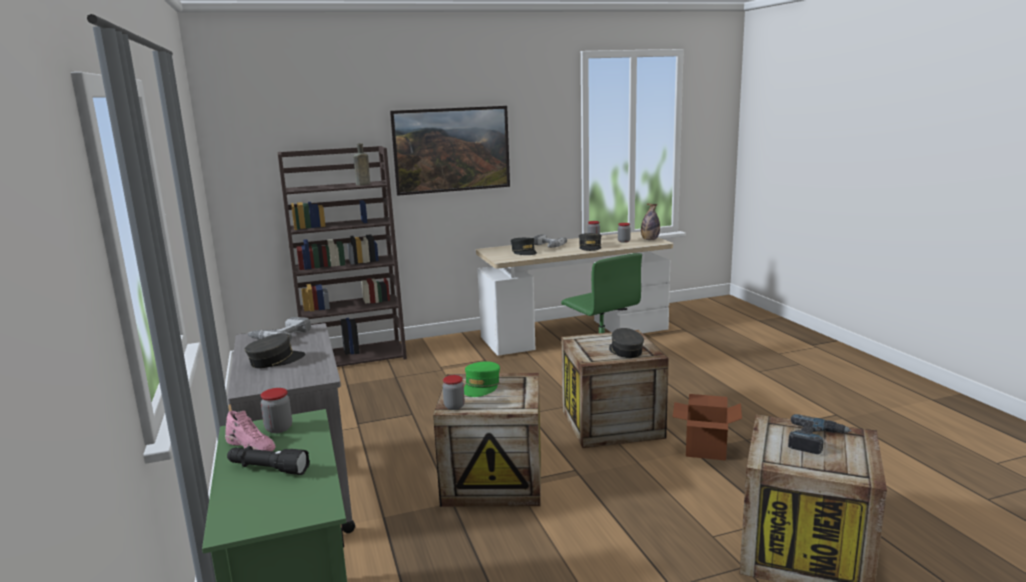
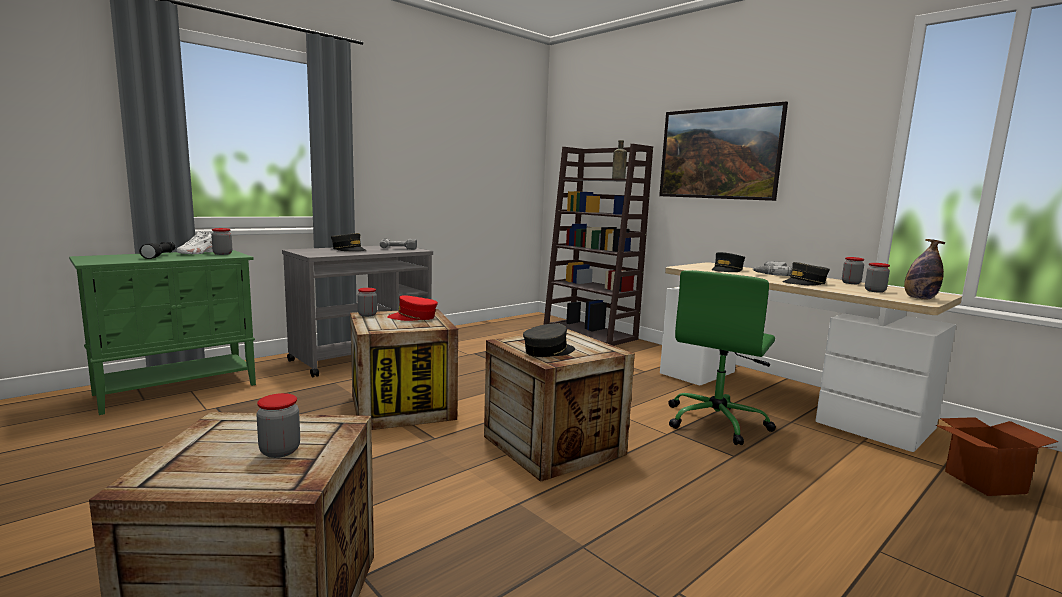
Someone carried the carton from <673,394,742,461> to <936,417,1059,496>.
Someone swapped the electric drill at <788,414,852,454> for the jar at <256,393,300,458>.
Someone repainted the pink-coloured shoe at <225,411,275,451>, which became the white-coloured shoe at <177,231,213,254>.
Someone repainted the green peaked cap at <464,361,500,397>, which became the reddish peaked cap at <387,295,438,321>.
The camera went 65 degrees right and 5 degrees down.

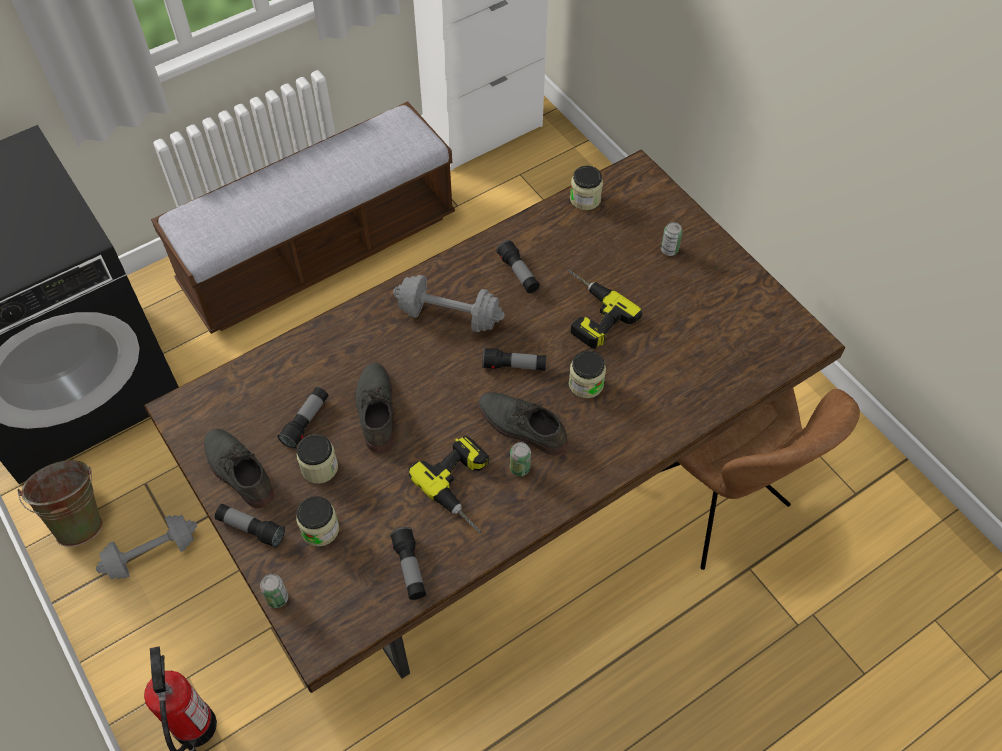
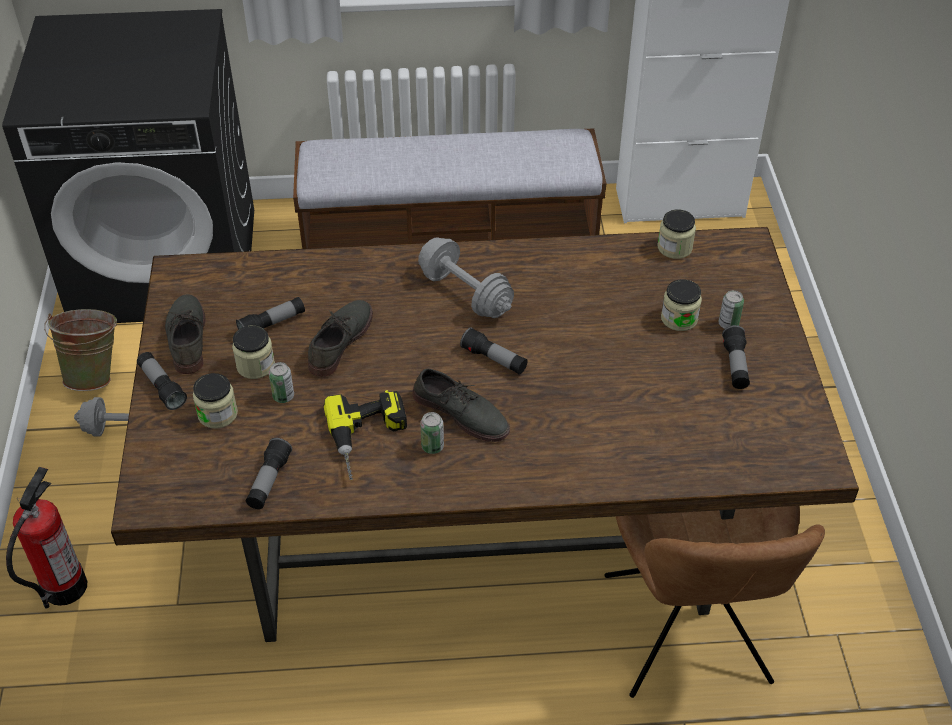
Someone took away the electric drill at <568,270,642,349>.
Someone carried the metal can from <260,574,288,608> to <269,362,294,403>.
Someone carried the hand torch from <496,240,540,293> to <722,325,750,389>.
Someone carried the jar from <569,350,606,398> to <661,279,702,331>.
Someone rotated the greyish shoe at <479,392,568,455> by 150 degrees clockwise.
The camera went 30 degrees right and 10 degrees down.

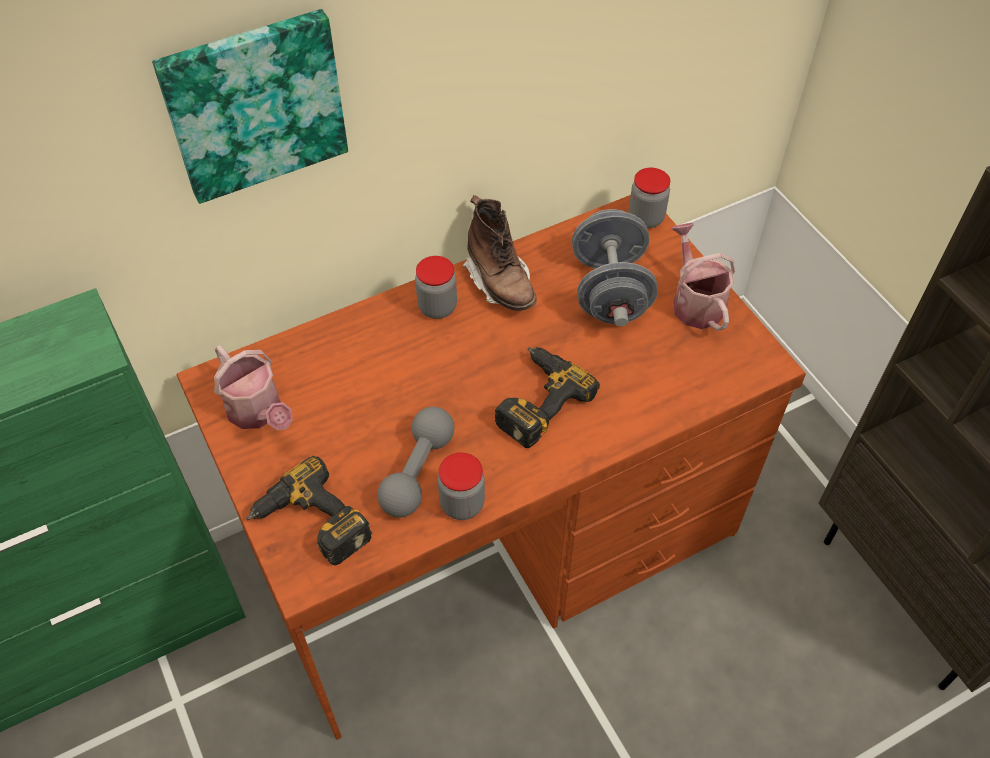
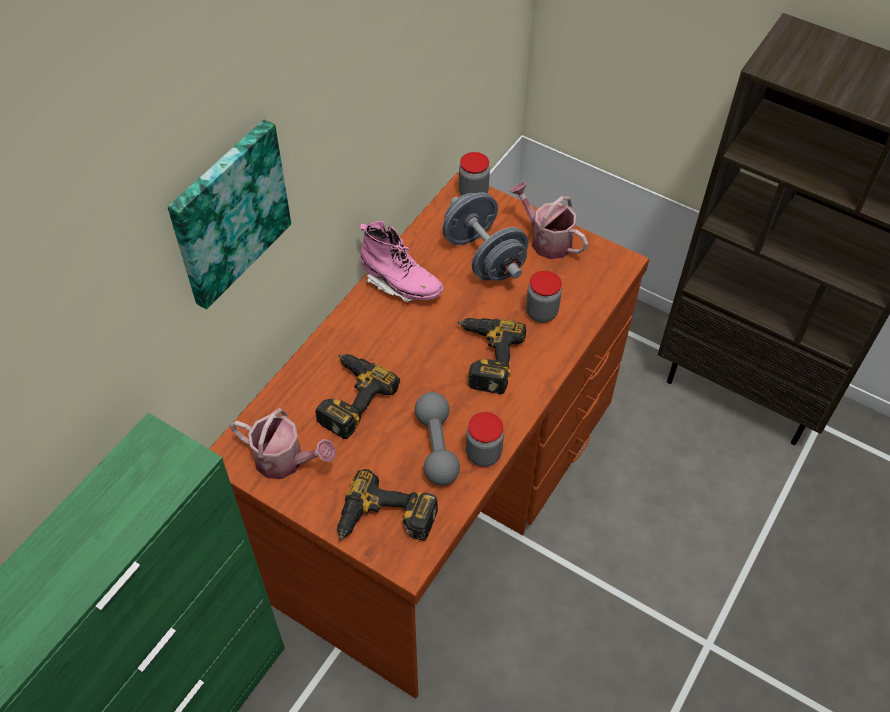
Someone put down the electric drill at <315,354,400,439>.
Someone carried the jar from <415,256,457,319> to <526,271,562,323>.
Someone repainted the brown boot at <463,195,537,311>, which became the pink-coloured boot at <360,221,444,302>.
The camera went 30 degrees left and 0 degrees up.

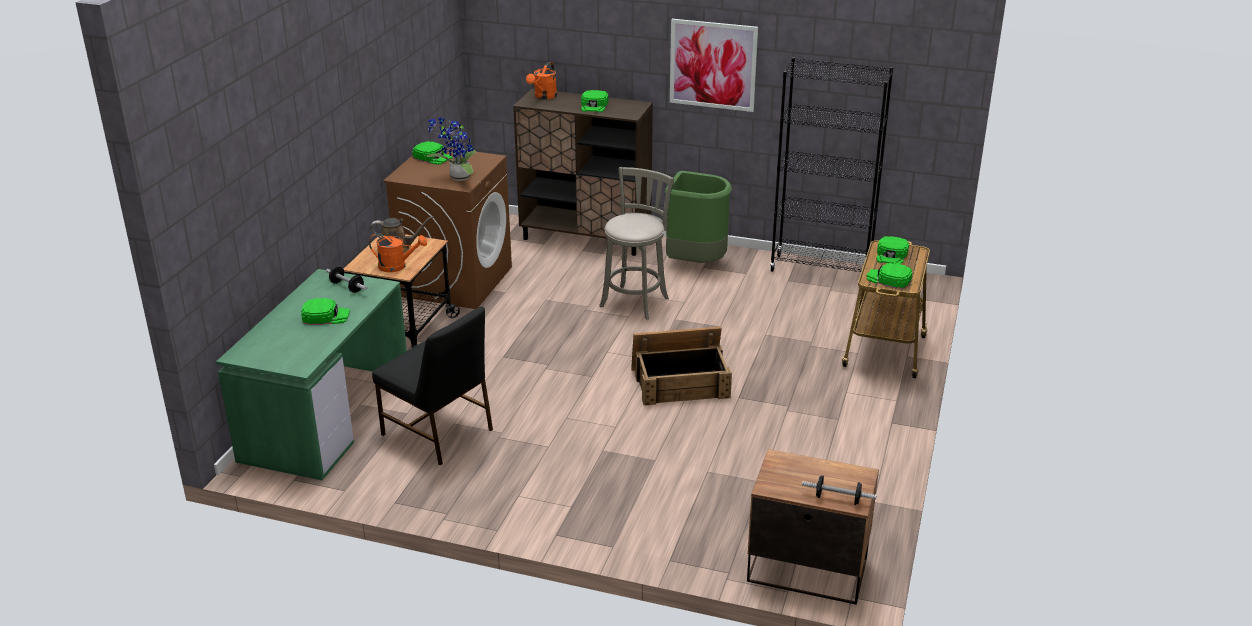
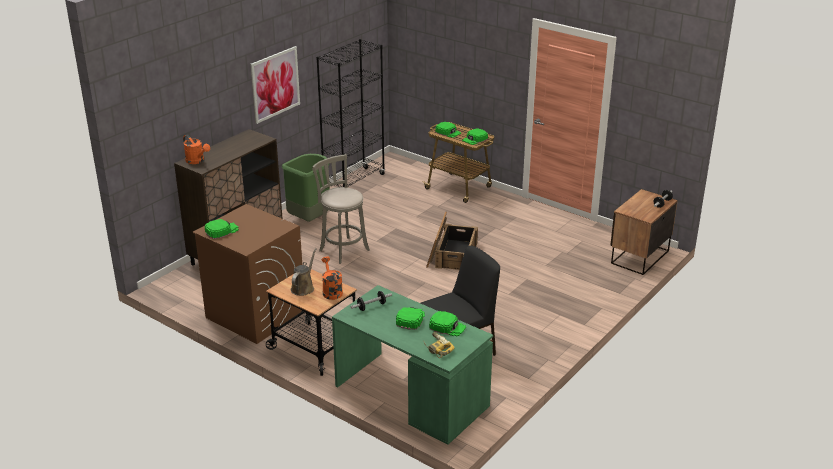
Someone took away the potted plant at <427,117,476,181>.
Someone put down the electric drill at <424,332,455,358>.
Someone carried the green peaked cap from <581,90,608,112> to <429,311,466,336>.
Someone rotated the orange-coloured watering pot at <369,233,427,272> by 45 degrees counterclockwise.
The camera went 70 degrees left and 0 degrees up.

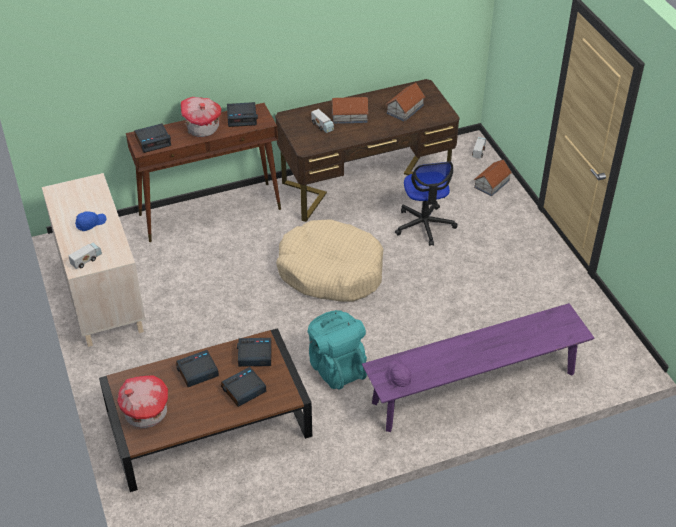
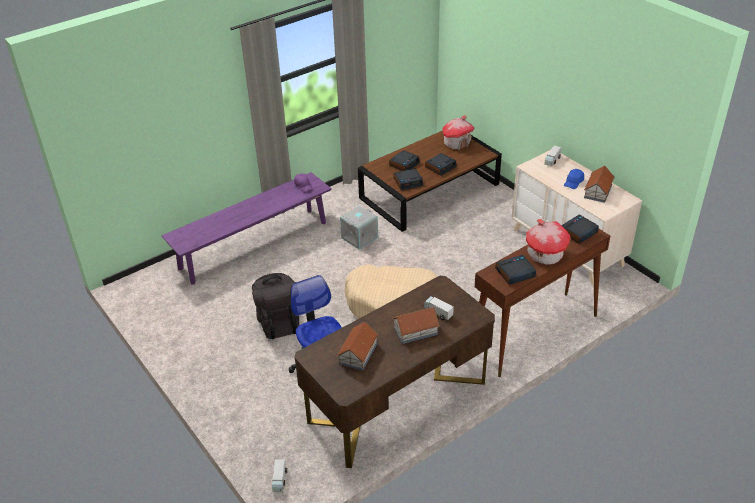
Someone put down the blackish rucksack at <252,273,299,339>.
Someone carried the miniature house from <474,159,512,196> to <584,166,614,203>.
Someone swapped the turquoise-coloured rucksack at <307,310,367,390> for the greyish storage bin at <340,206,378,250>.
The camera went 165 degrees right and 5 degrees down.

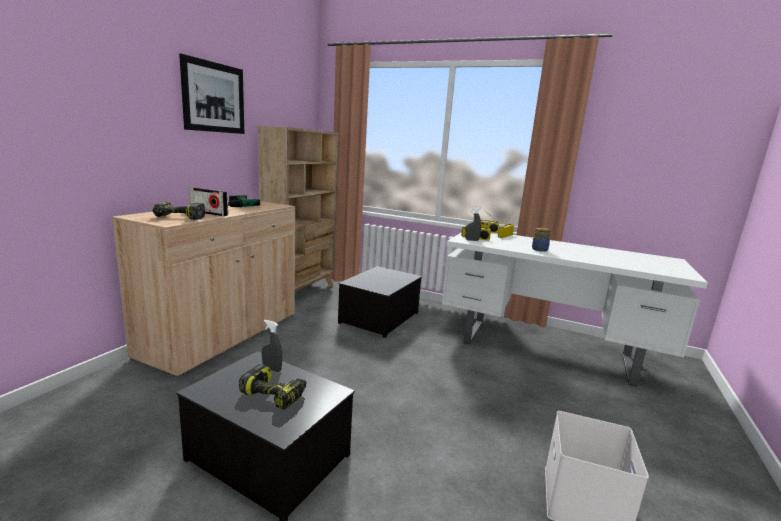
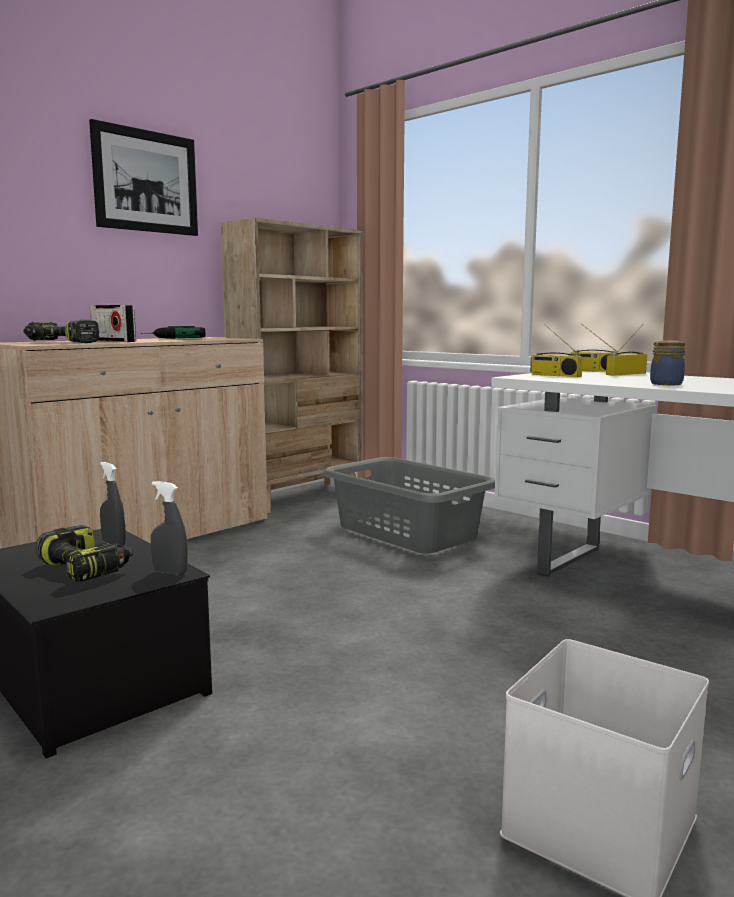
Someone carried the greyish sprayer from <465,206,481,241> to <151,481,188,575>.
Someone swapped the storage bin at <338,266,422,338> for the greyish hamper at <323,457,495,554>.
The camera went 20 degrees right and 5 degrees down.

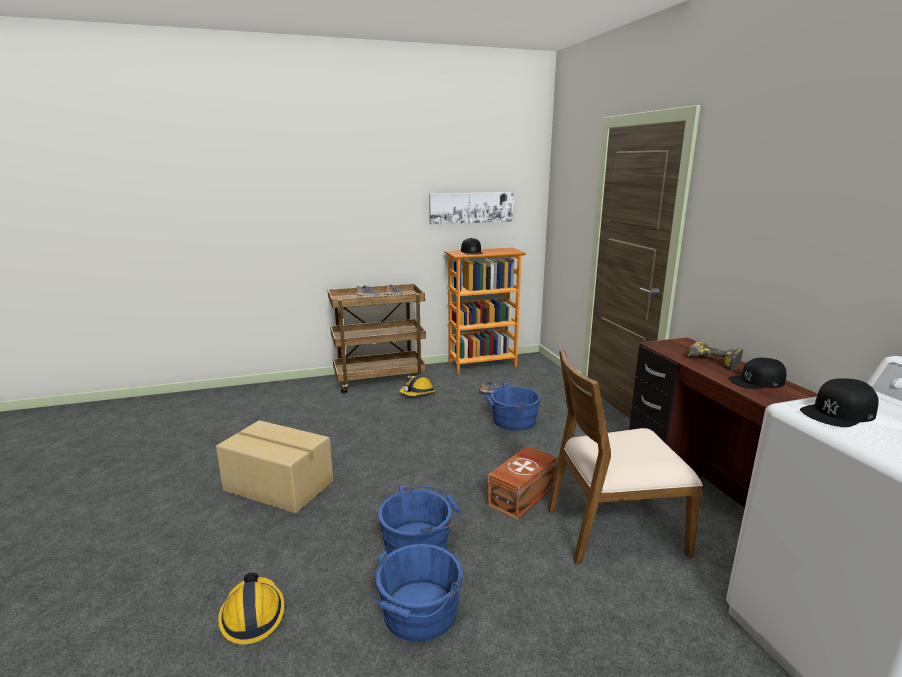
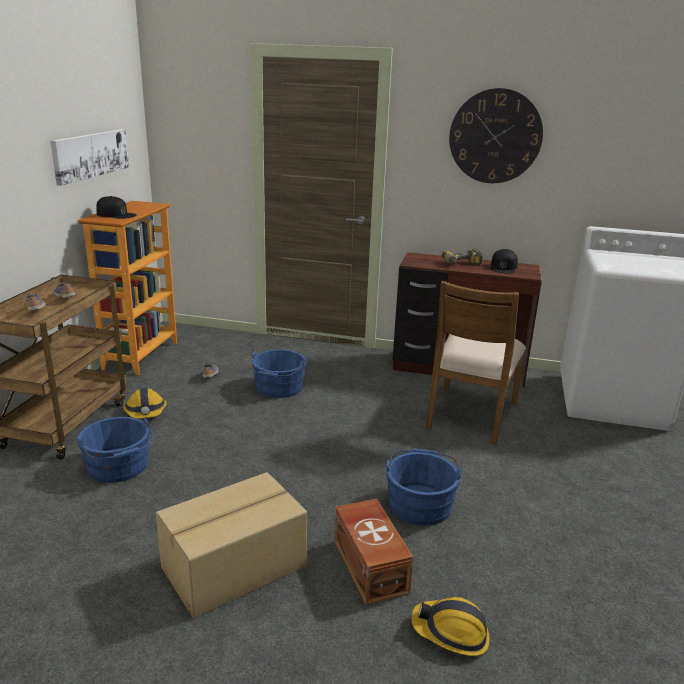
Someone took away the blackish peaked cap at <800,378,879,427>.
Someone put up the clock on the wall at <449,88,543,183>.
Someone carried the bluish pail from <367,544,463,642> to <77,417,153,483>.
Someone carried the brown storage bin from <487,446,557,520> to <334,499,414,605>.
The camera went 60 degrees left and 5 degrees up.

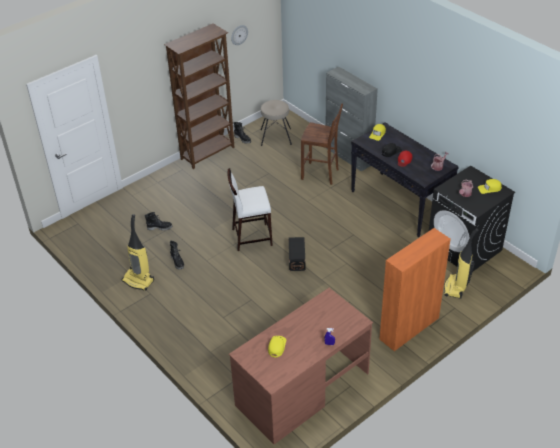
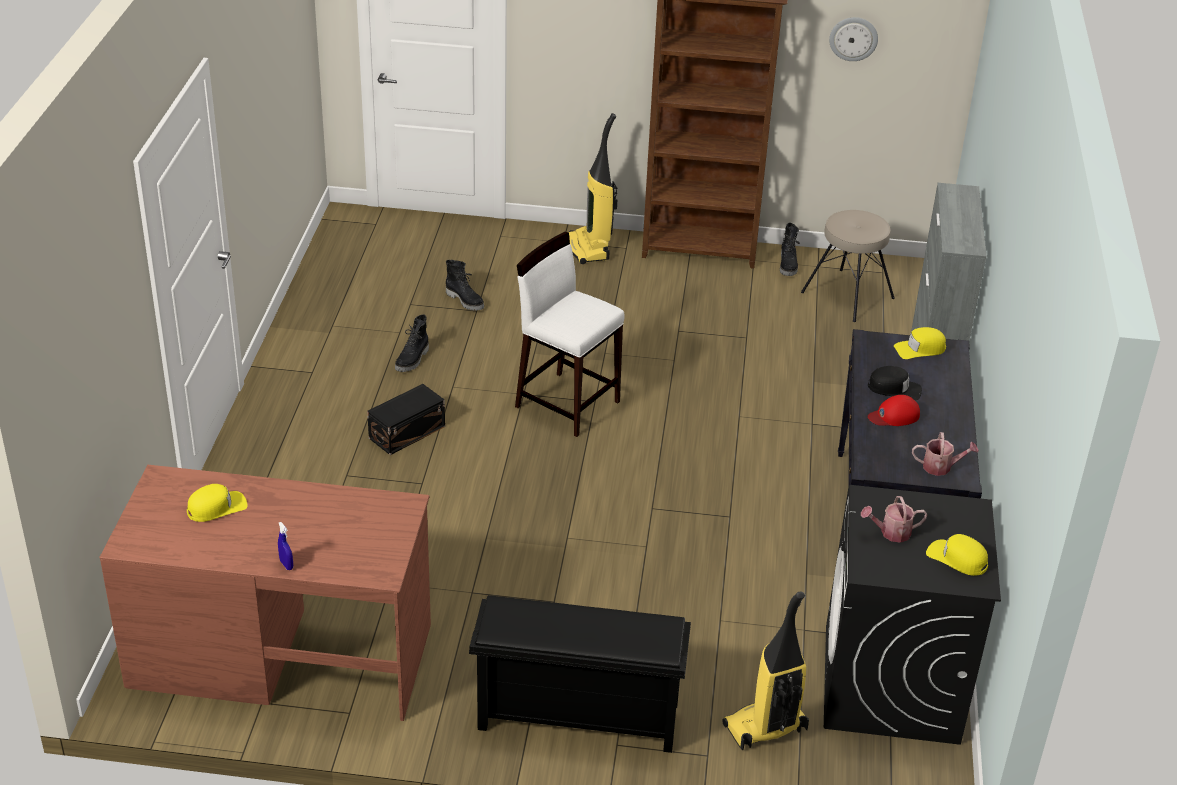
Someone took away the brown stool seat at <301,103,343,185>.
Someone carried the hoover from <121,214,154,291> to <569,113,617,264>.
Someone carried the blackish storage bin from <289,237,306,271> to <367,384,445,455>.
Someone swapped the orange-coloured cupboard at <380,228,451,351> for the blackish shoe stand at <469,595,691,753>.
The camera went 45 degrees right and 5 degrees down.

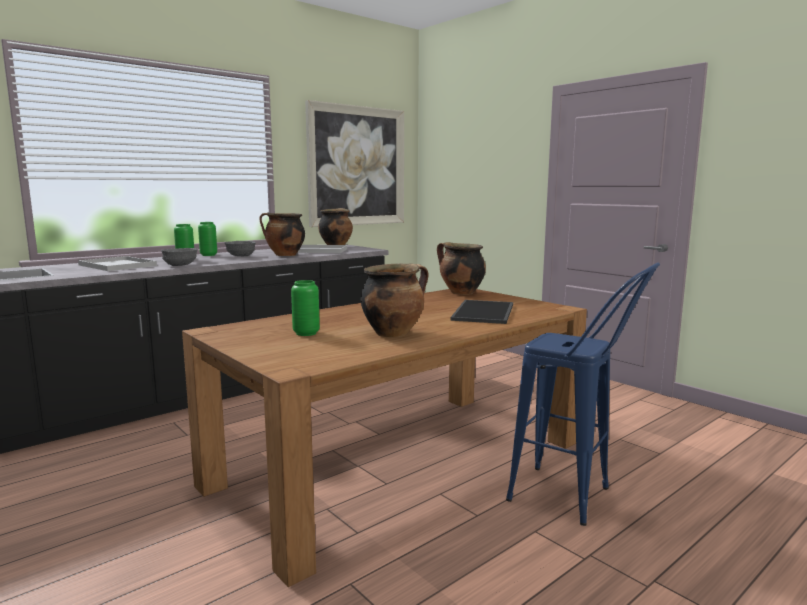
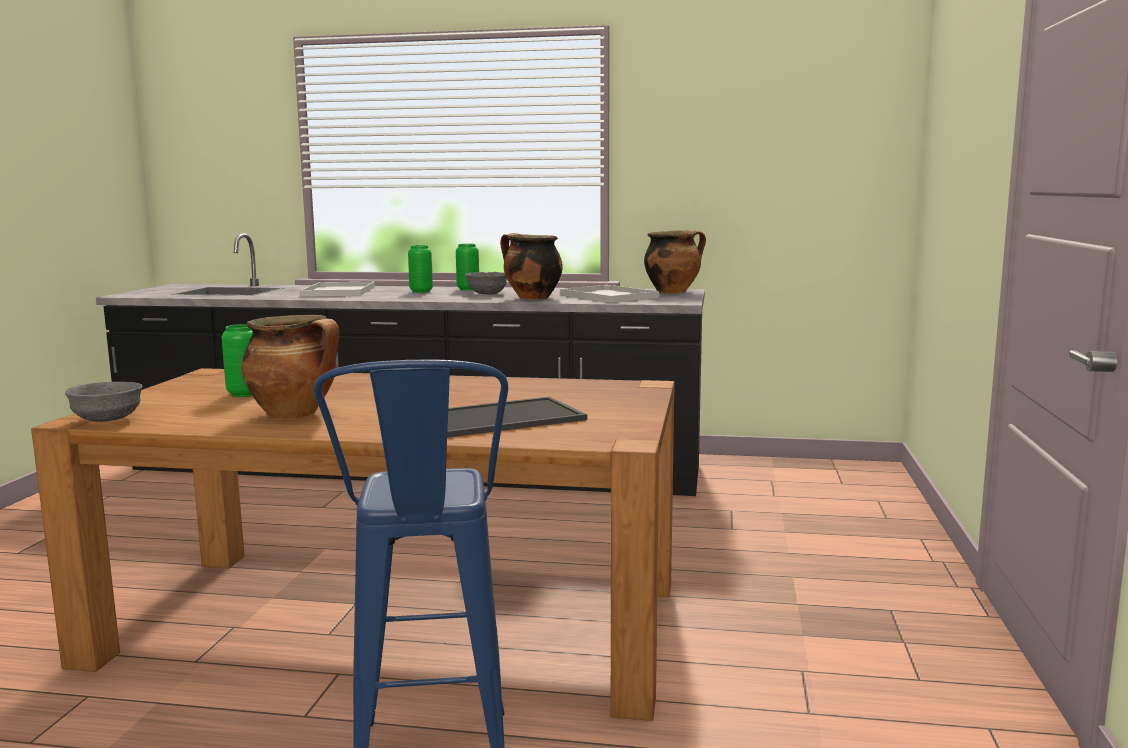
Someone took away the picture at <305,100,404,227>.
Someone took away the stockpot at <437,242,486,295>.
Someone carried the greyish deep dish from <161,248,198,266> to <65,382,142,422>.
The camera went 50 degrees right and 0 degrees up.

